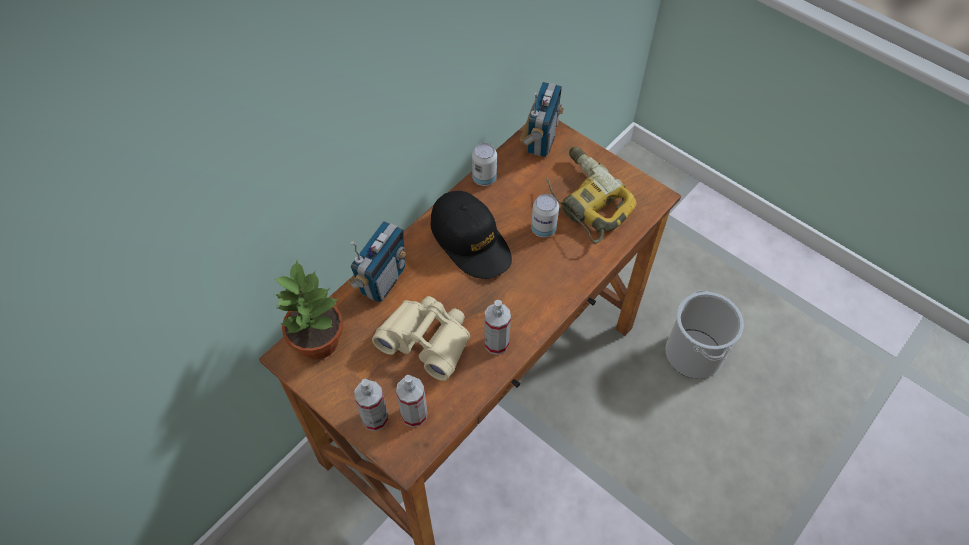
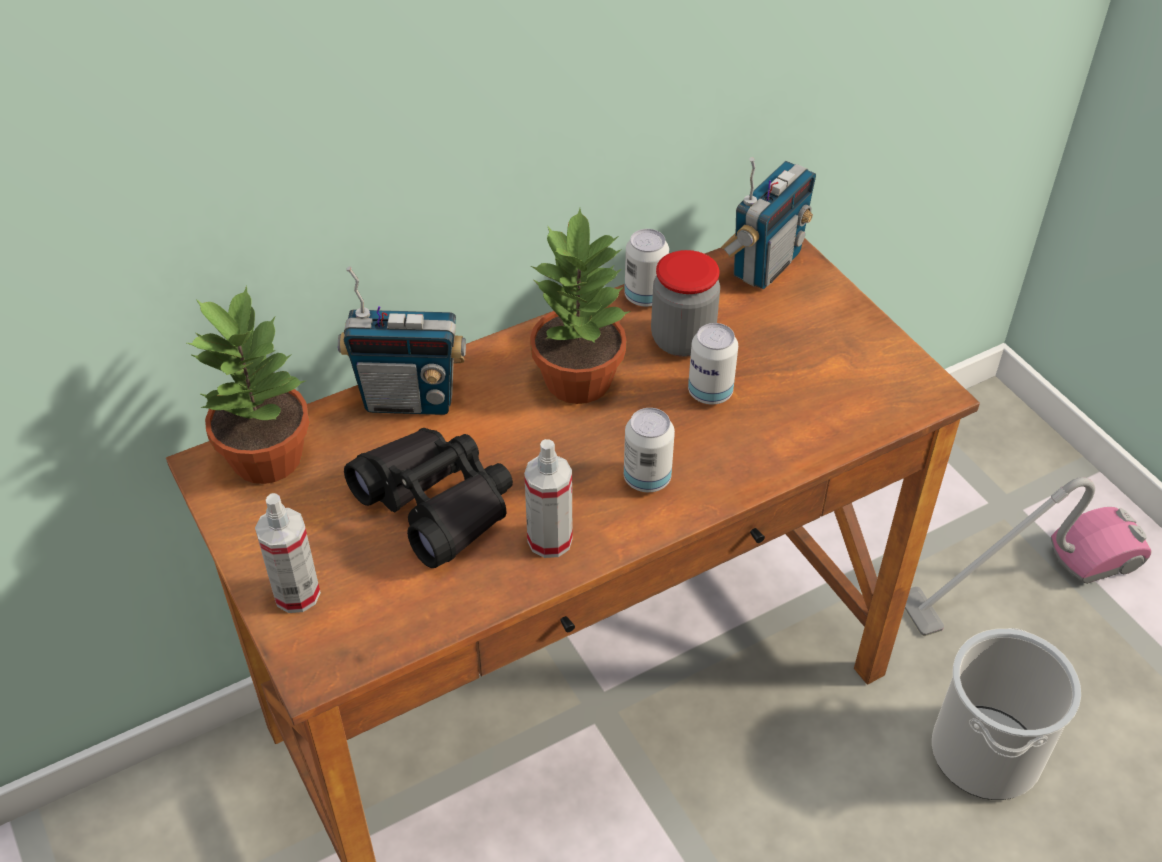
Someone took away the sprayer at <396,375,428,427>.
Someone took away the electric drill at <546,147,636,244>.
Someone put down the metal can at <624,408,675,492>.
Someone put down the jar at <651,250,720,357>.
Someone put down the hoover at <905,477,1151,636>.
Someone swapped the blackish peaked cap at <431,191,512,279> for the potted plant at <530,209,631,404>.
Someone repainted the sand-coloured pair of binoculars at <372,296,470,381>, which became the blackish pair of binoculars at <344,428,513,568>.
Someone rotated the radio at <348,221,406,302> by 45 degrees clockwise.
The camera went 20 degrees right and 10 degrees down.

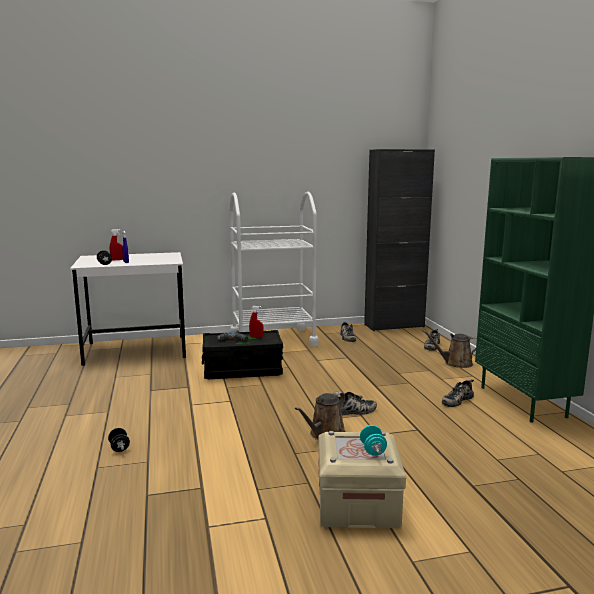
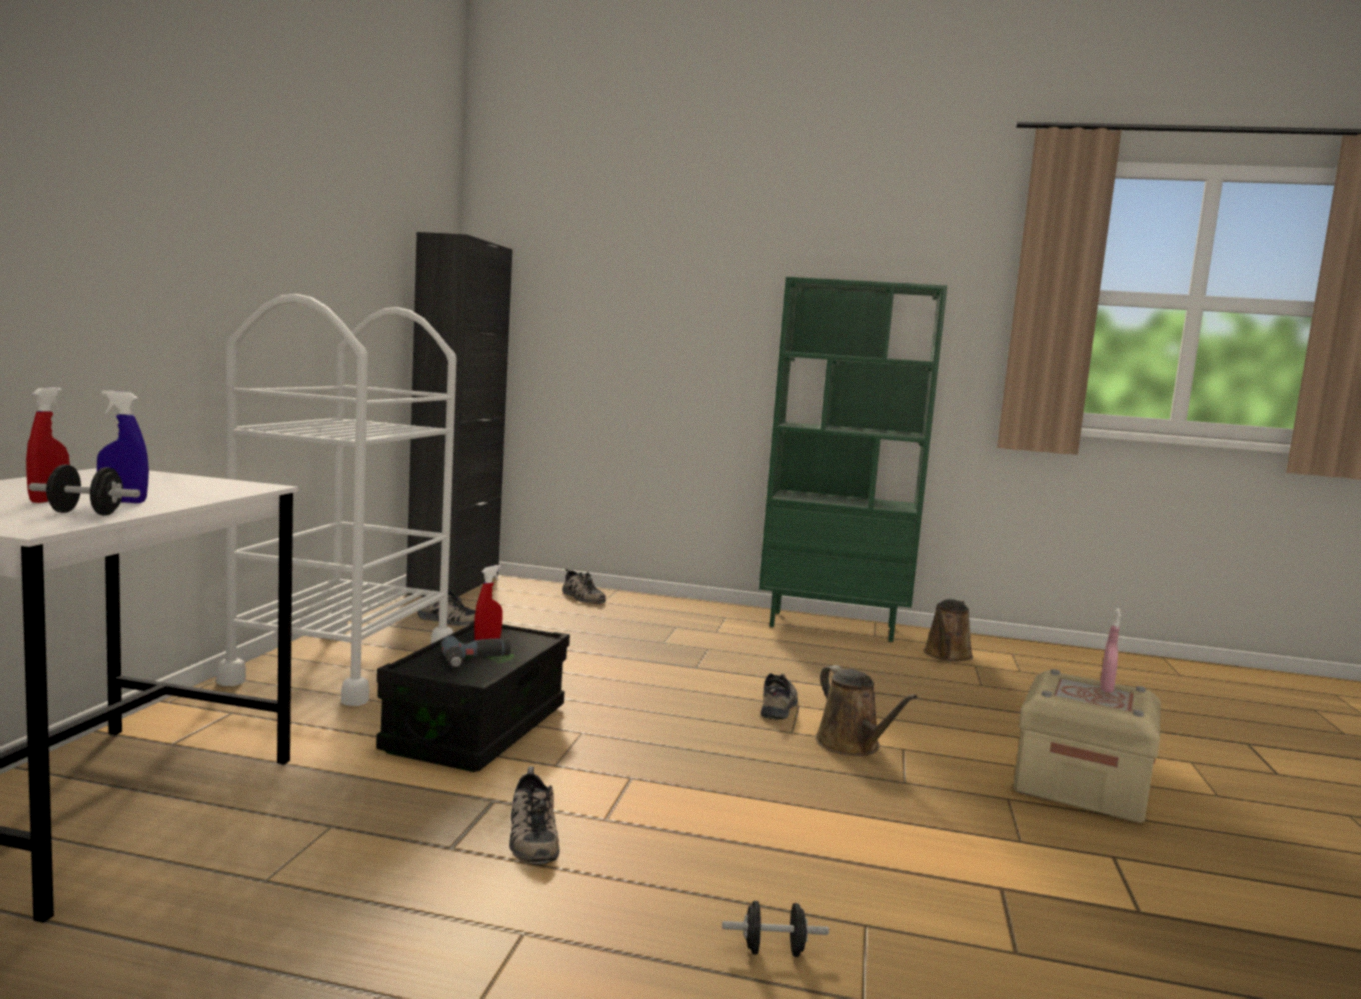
Someone carried the brown watering pot from <422,330,477,368> to <923,599,973,662>.
Someone carried the shoe from <442,379,474,407> to <509,766,559,865>.
Someone swapped the turquoise-coloured free weight at <360,425,387,456> for the pink-coloured sprayer at <1100,608,1121,693>.
The camera went 65 degrees left and 5 degrees down.

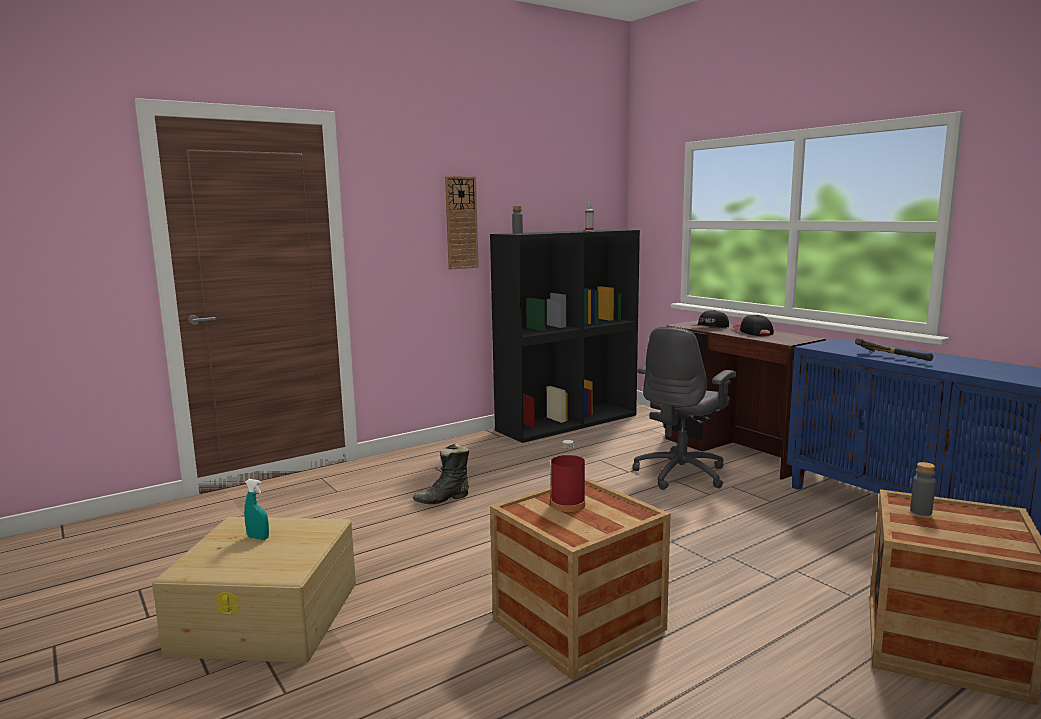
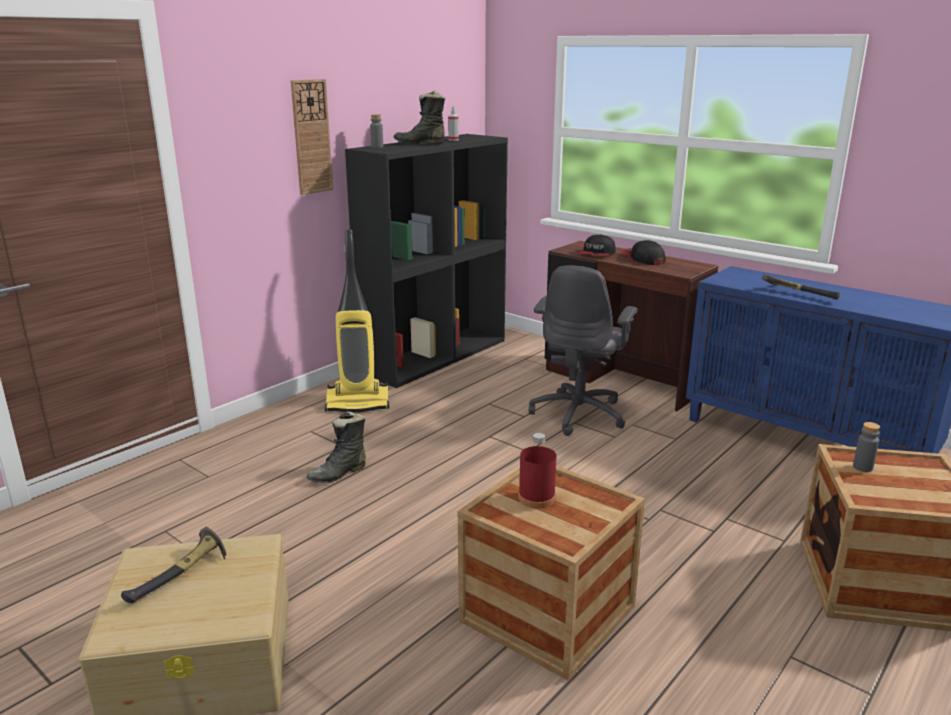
Someone put down the hoover at <325,229,389,412>.
Someone put down the blackish boot at <394,91,445,144>.
Someone swapped the turquoise-coloured sprayer at <244,479,269,540> for the tool hammer at <121,527,226,603>.
The camera went 15 degrees left and 10 degrees up.

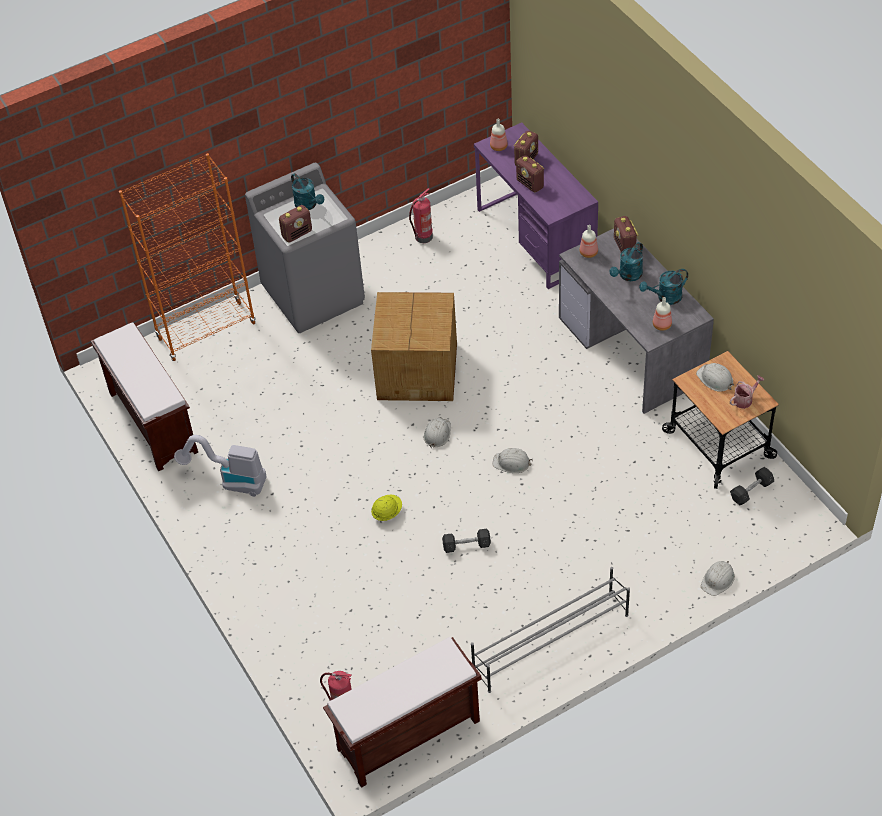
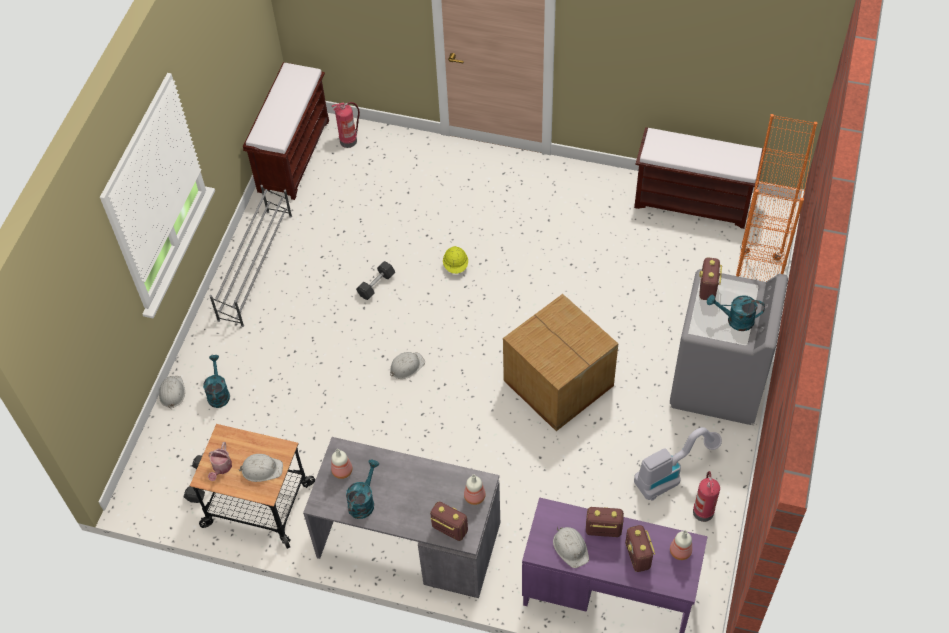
Someone carried the hoover from <174,435,267,497> to <634,427,722,501>.
Someone carried the white-coloured hard hat from <424,417,451,448> to <553,527,589,568>.
Someone carried the turquoise-coloured watering pot from <609,242,643,281> to <203,355,230,408>.
The camera went 135 degrees right and 5 degrees up.

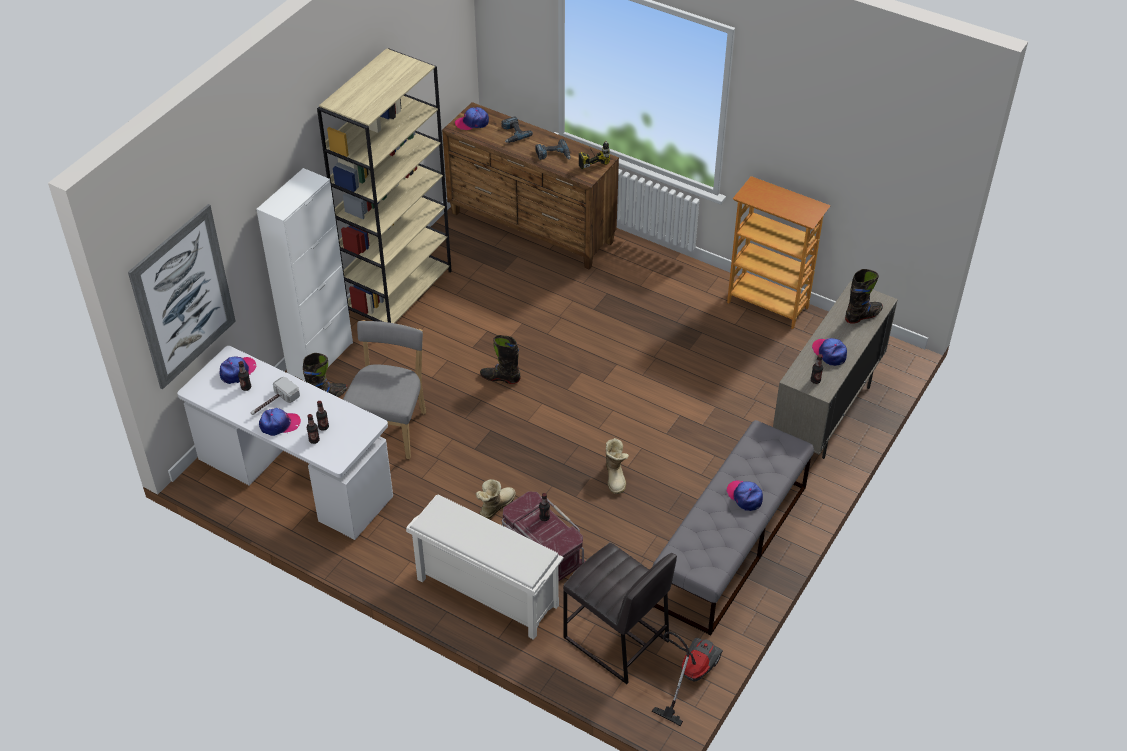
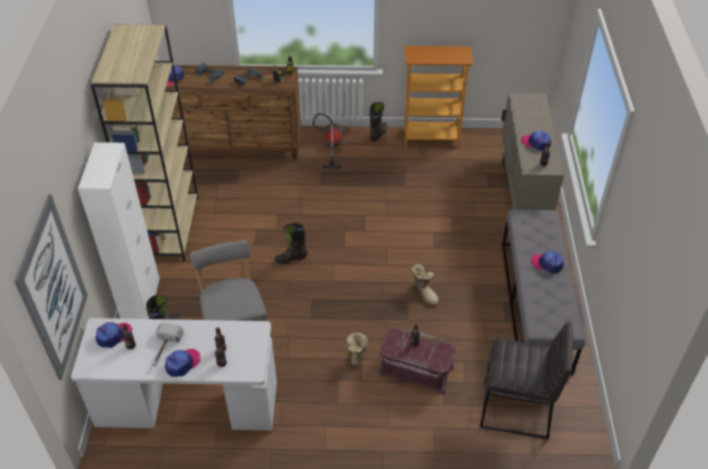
Someone took away the white-coloured shoe stand at <406,494,564,640>.
Someone carried the hoover from <652,632,723,726> to <313,114,343,169>.
Someone carried the blackish boot from <845,269,883,324> to <370,102,388,141>.
Someone rotated the peaked cap at <220,357,256,384> by 45 degrees clockwise.
The camera went 30 degrees left and 0 degrees up.

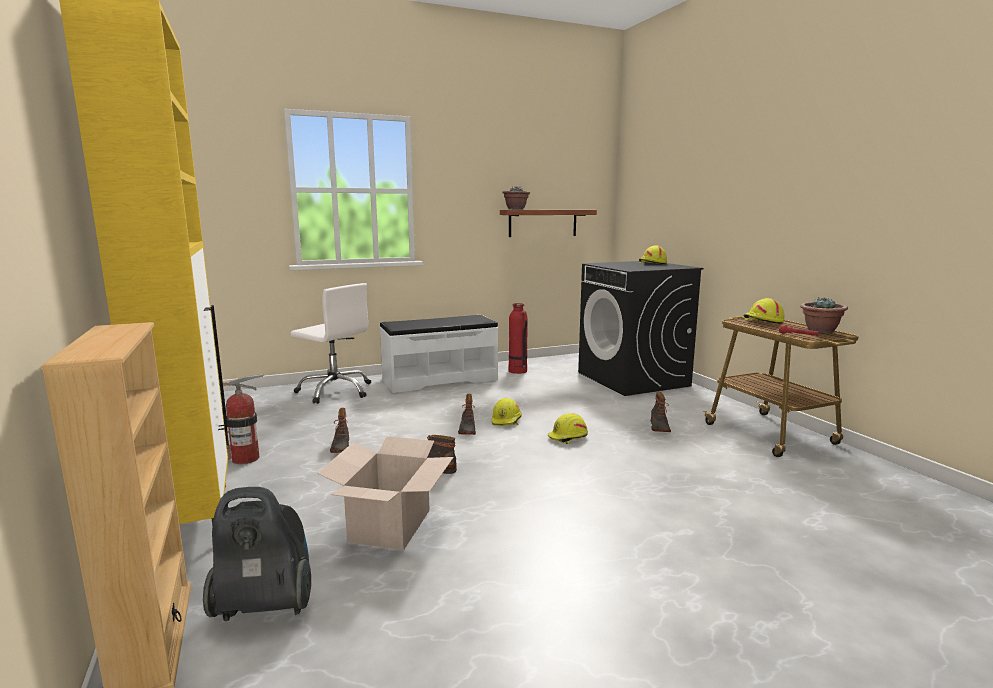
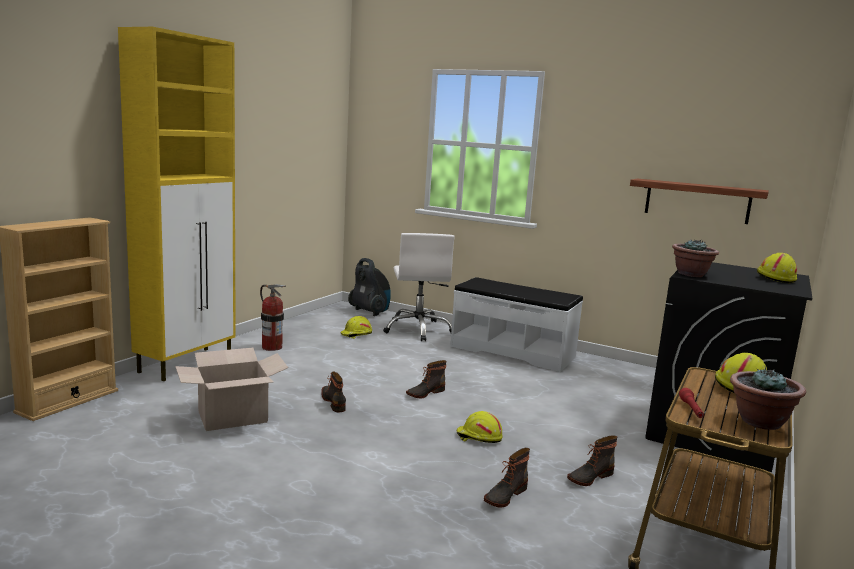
Someone took away the extinguisher at <508,303,528,374>.
Someone carried the hoover from <203,487,311,621> to <348,258,391,316>.
Someone carried the boot from <330,408,349,453> to <484,448,530,507>.
Someone carried the yellow hard hat from <492,398,522,426> to <340,316,372,339>.
Someone carried the potted plant from <502,186,530,210> to <672,240,719,277>.
The camera went 50 degrees right and 0 degrees up.

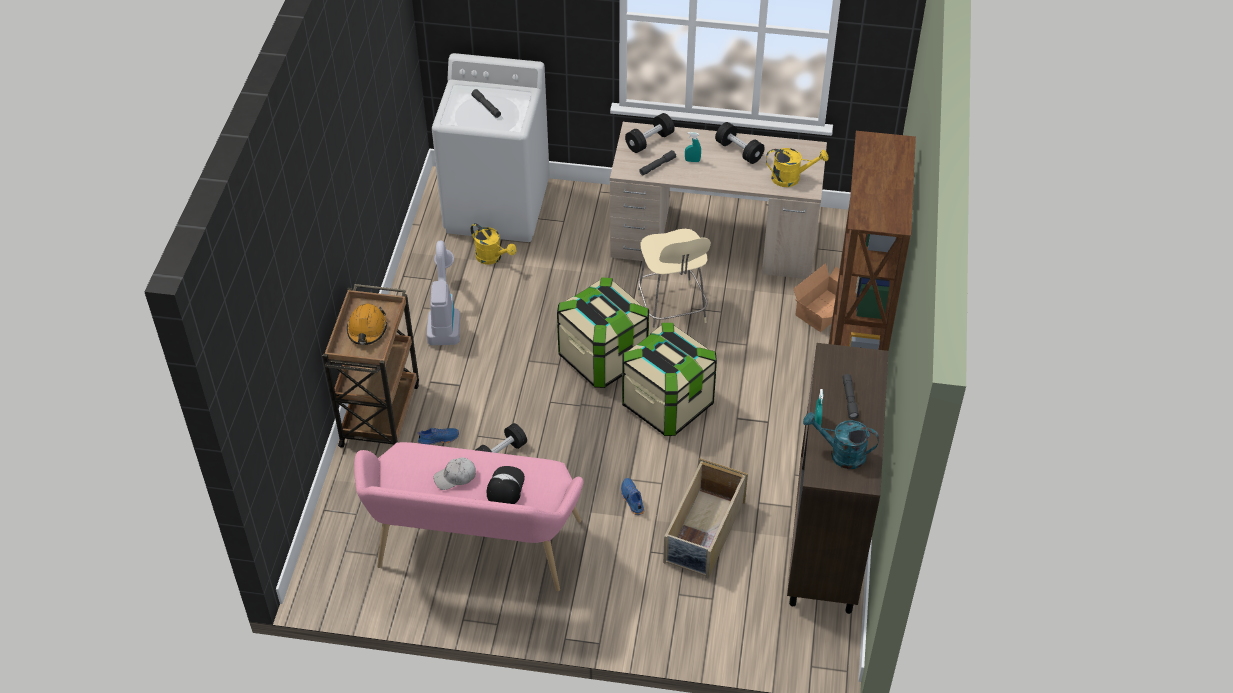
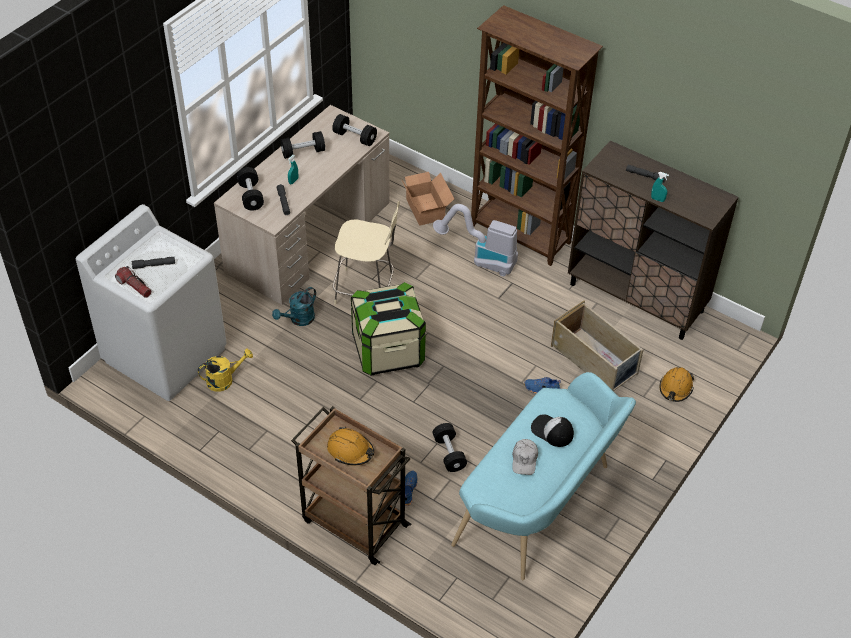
Someone took away the storage bin at <622,323,717,436>.
Someone put down the hand torch at <115,266,151,298>.
Someone put down the orange-coloured hard hat at <660,367,694,402>.
Someone carried the hoover from <427,240,460,345> to <433,204,518,276>.
Someone carried the turquoise-coloured watering pot from <803,412,879,469> to <272,287,316,326>.
Someone swapped the yellow watering pot at <766,148,829,187> for the blackish free weight at <332,114,377,146>.
Someone repainted the pink-coloured long seat at <354,442,583,591>, which became the turquoise-coloured long seat at <451,372,636,580>.
The camera went 65 degrees left and 0 degrees up.

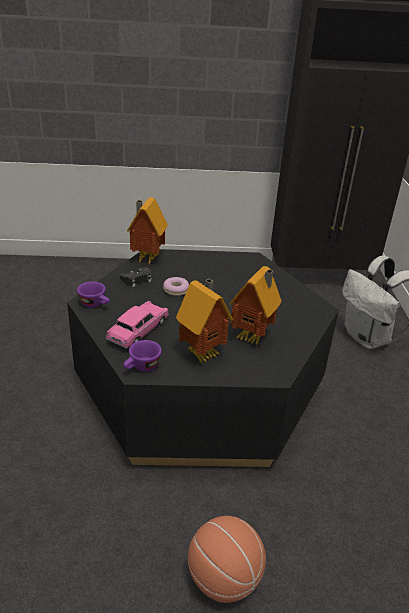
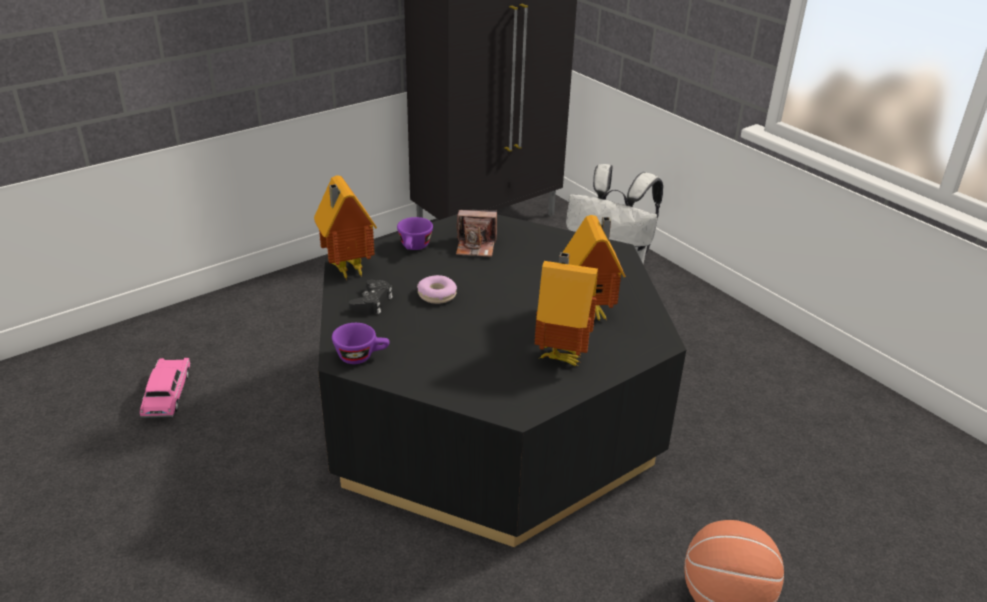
Someone put down the photo camera at <456,210,497,257>.
Someone carried the pink-coloured toy car from <106,301,169,349> to <140,358,191,418>.
Someone carried the purplish drinking cup from <123,340,162,372> to <397,217,433,250>.
The camera went 35 degrees left and 0 degrees up.

